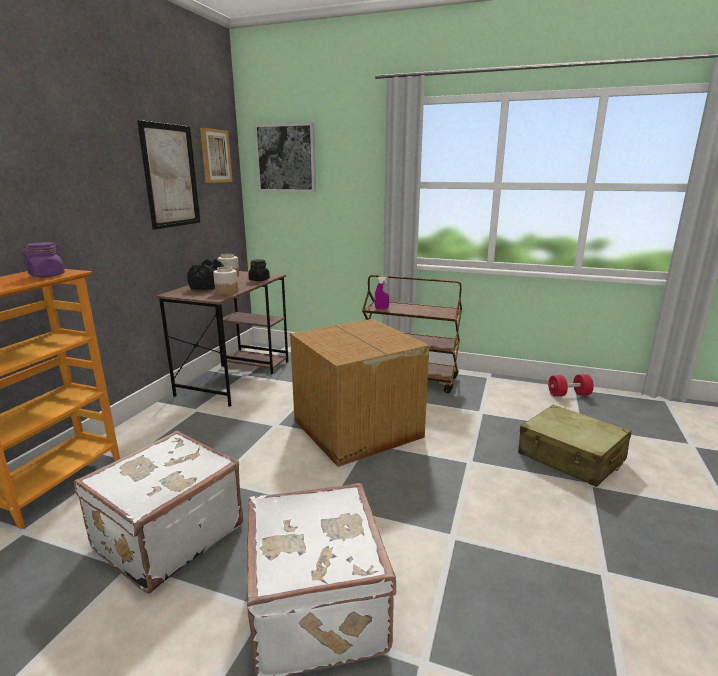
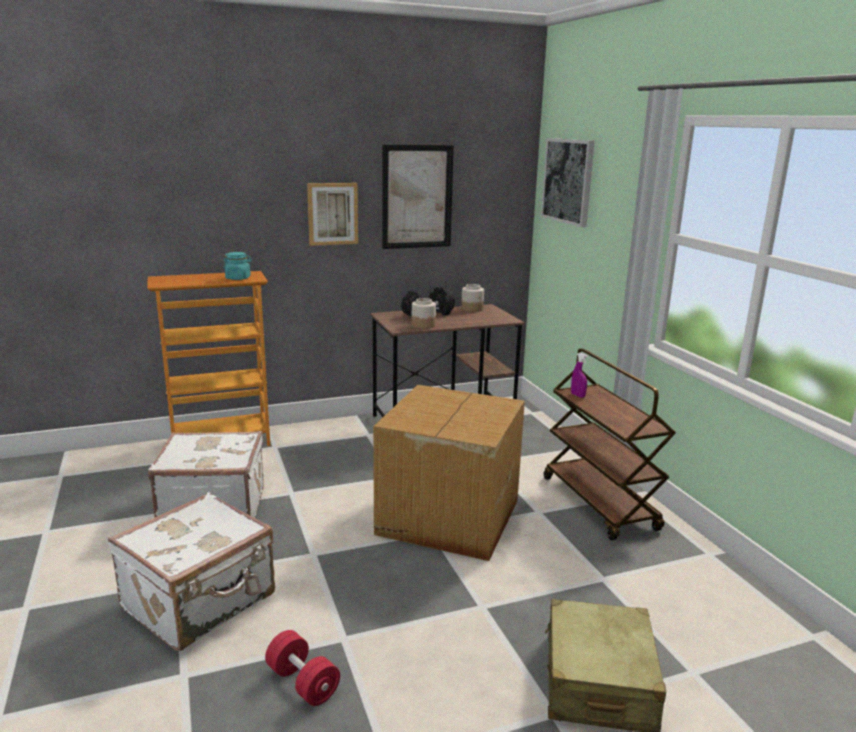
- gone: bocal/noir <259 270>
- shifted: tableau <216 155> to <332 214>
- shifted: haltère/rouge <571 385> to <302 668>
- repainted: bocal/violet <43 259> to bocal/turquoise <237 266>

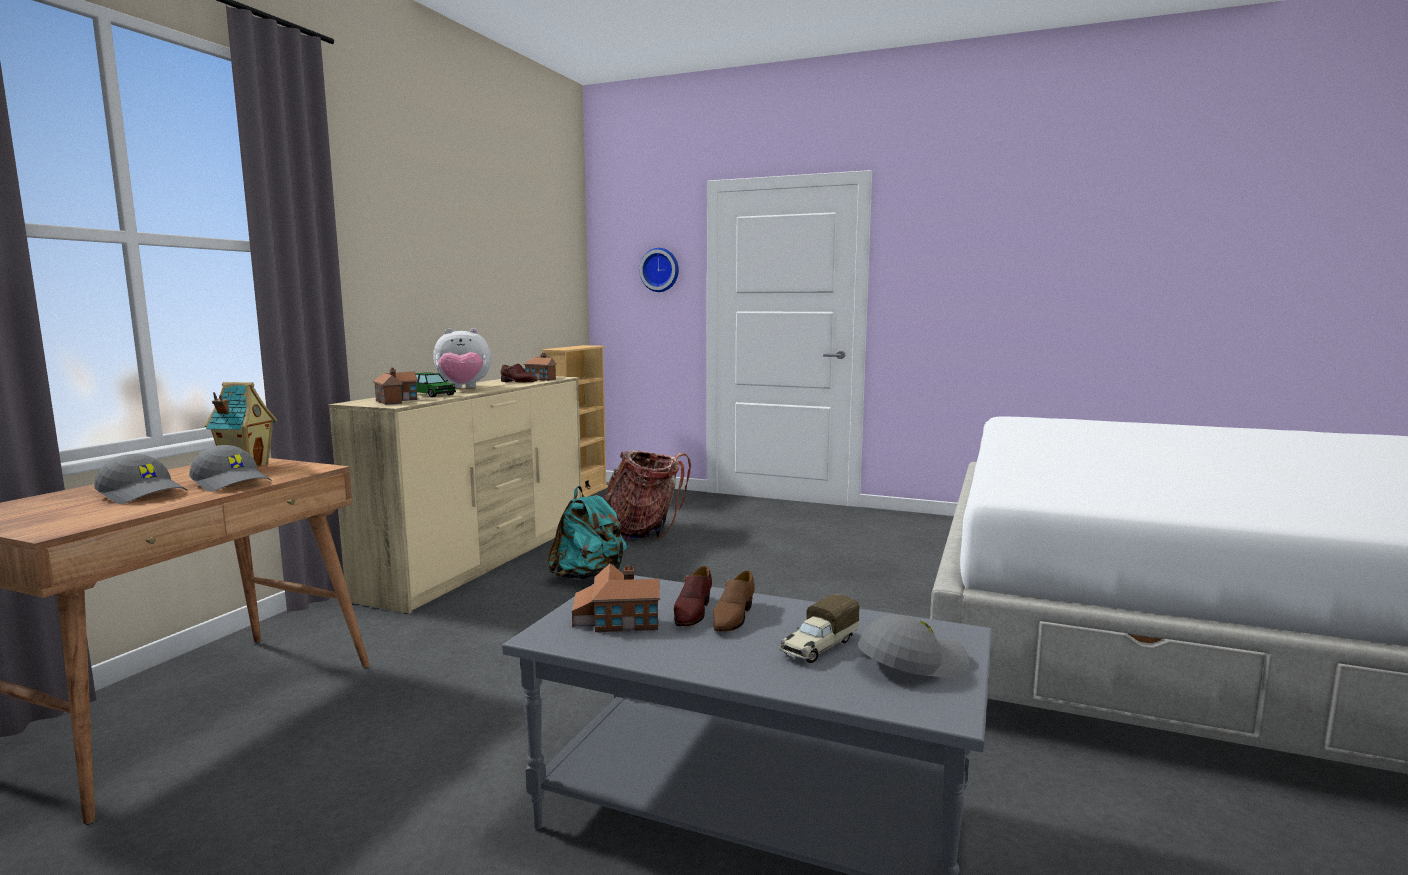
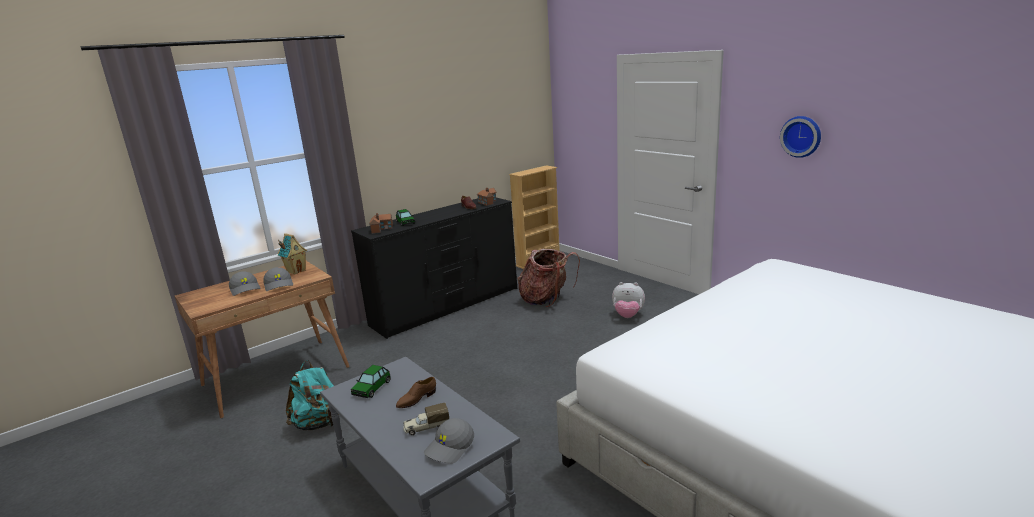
- gone: chaussure/marron <693 596>
- shifted: peluche <462 358> to <628 300>
- shifted: sac à dos/turquoise <587 533> to <312 395>
- shifted: horloge murale <659 270> to <800 137>
- swapped: maison miniature <616 597> to petite voiture <371 381>
- repainted: commode/beige <455 495> to commode/noir <434 268>
- rotated: casquette/gris <913 646> = <449 441> 120 degrees clockwise

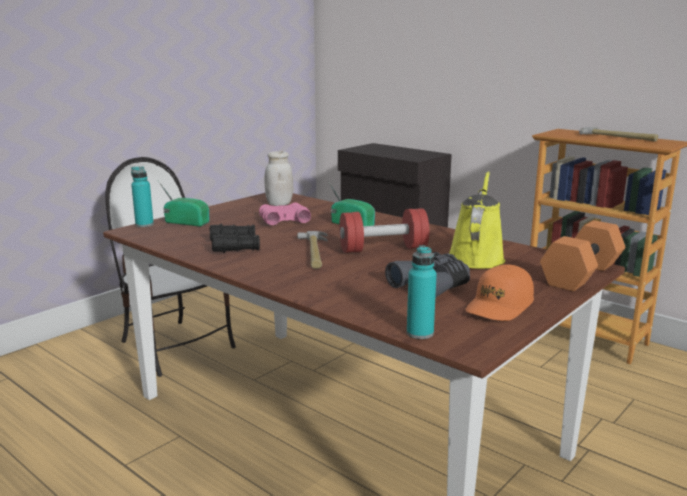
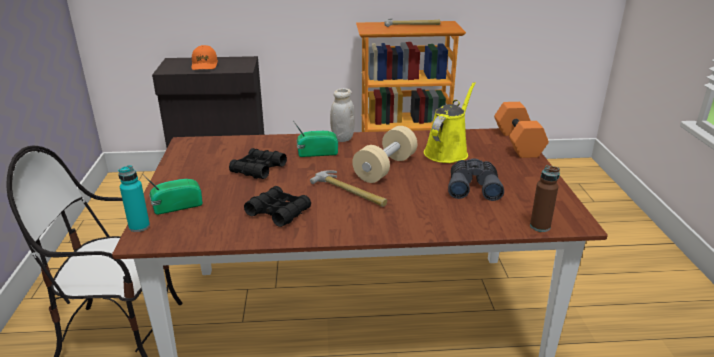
- shifted: bocal/blanc <278 178> to <342 115>
- shifted: casquette/orange <499 292> to <204 57>
- repainted: jumelles/rose <285 214> to jumelles/noir <258 163>
- repainted: haltère/rouge <384 230> to haltère/beige <384 154>
- repainted: bouteille/turquoise <422 292> to bouteille/marron <545 198>
- rotated: arrosoir/jaune <477 220> = <450 122> 60 degrees clockwise

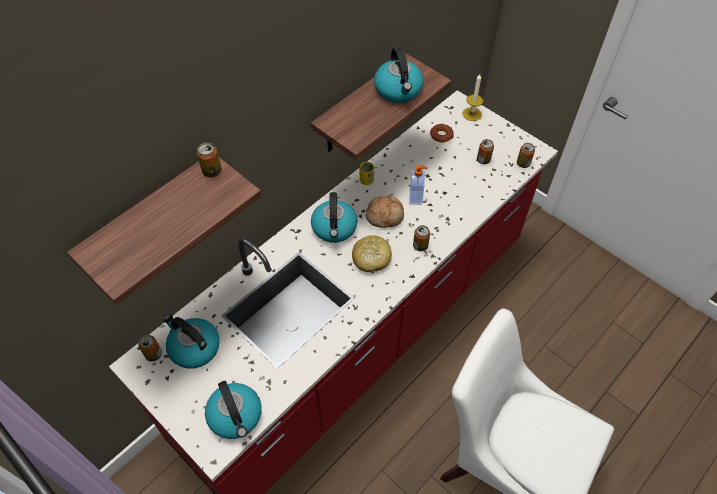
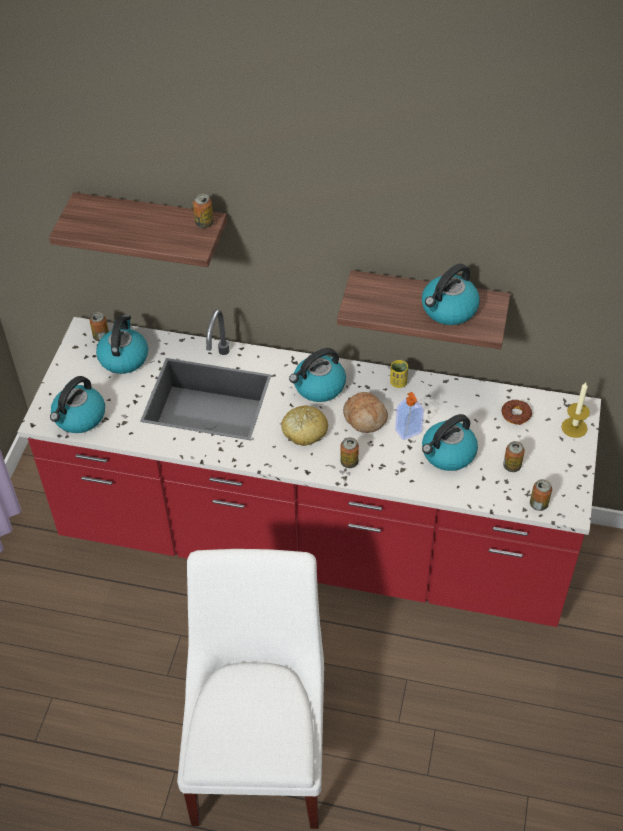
- new: bouilloire <450 442>

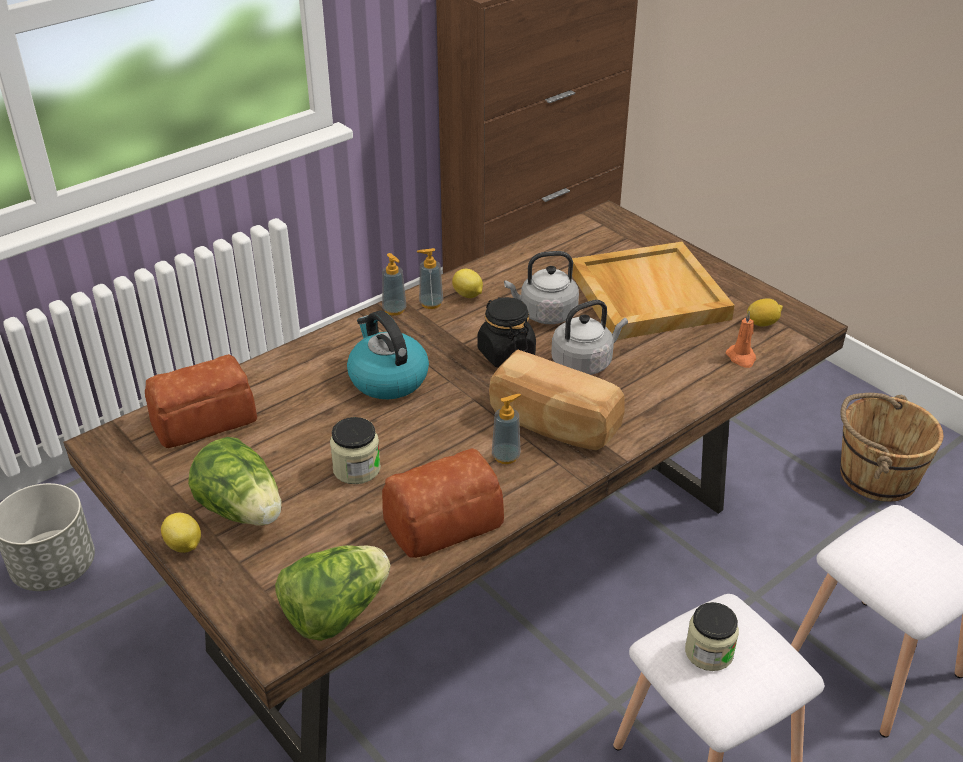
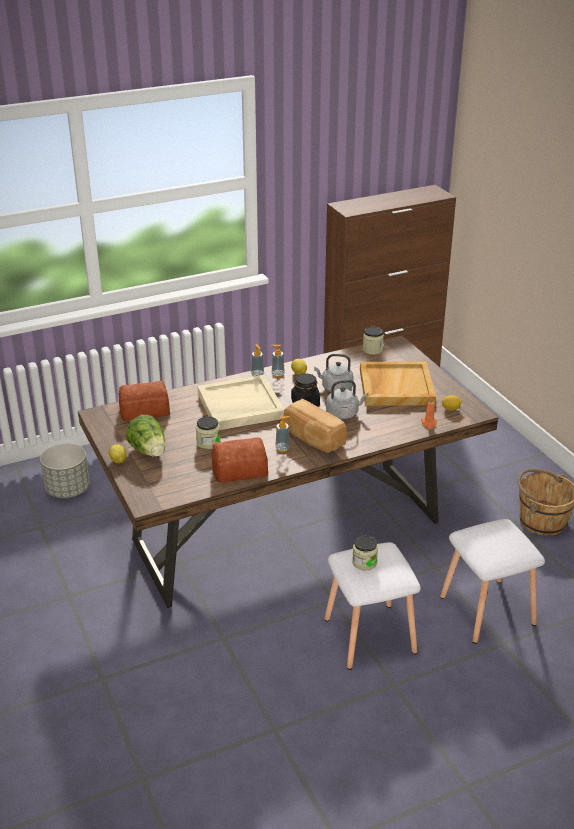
- gone: laitue <332 593>
- new: bocal <373 341>
- swapped: bouilloire <388 354> to plateau/beige <241 402>

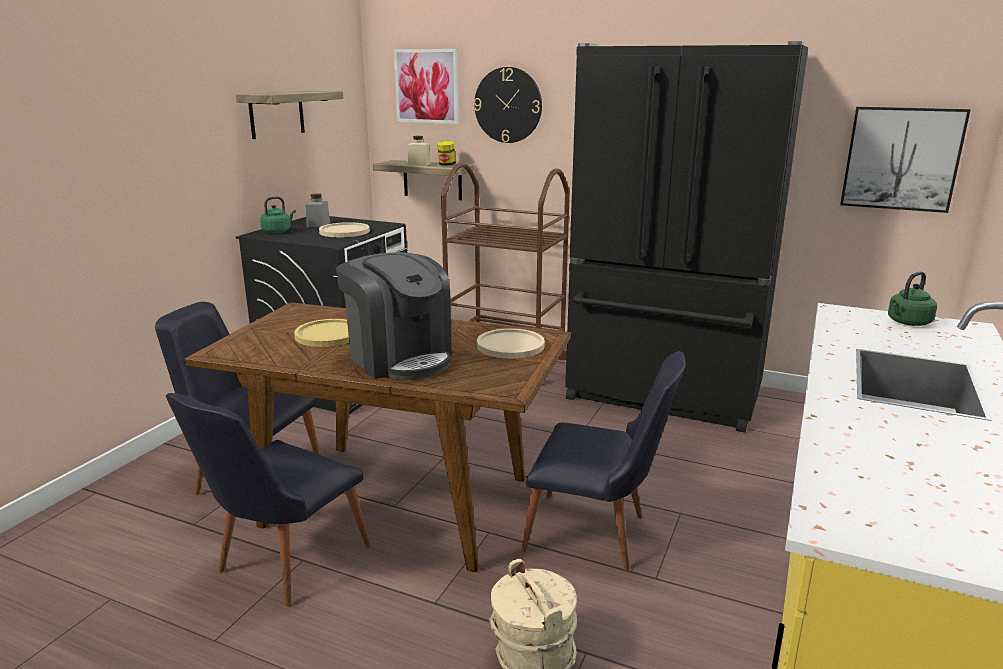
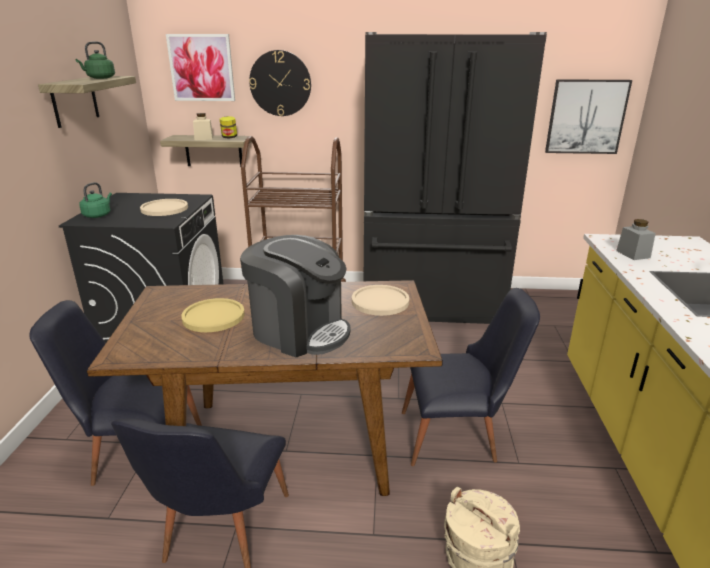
- shifted: bocal/gris <317 210> to <636 239>
- shifted: bouilloire/vert <912 298> to <95 60>

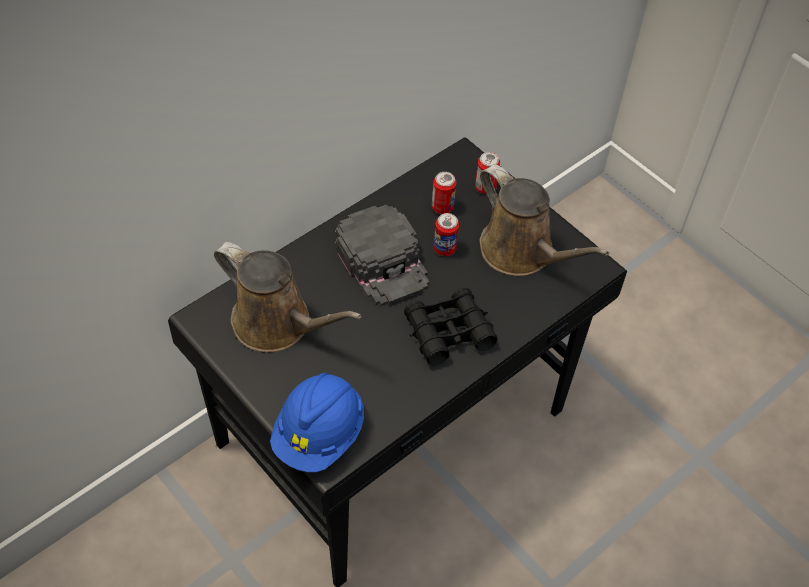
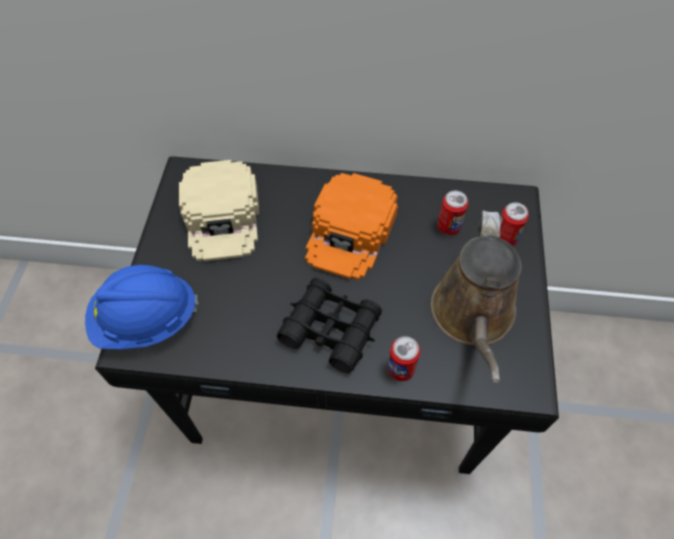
- shifted: boîte métallique <446 234> to <403 358>
- swapped: arrosoir/marron <288 297> to casquette/beige <219 210>
- repainted: casquette/noir <382 255> to casquette/orange <351 226>

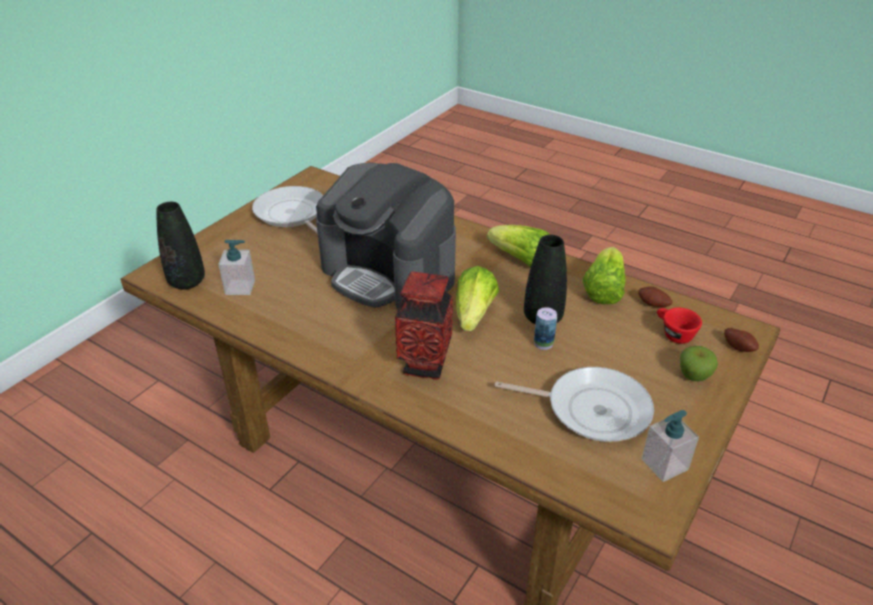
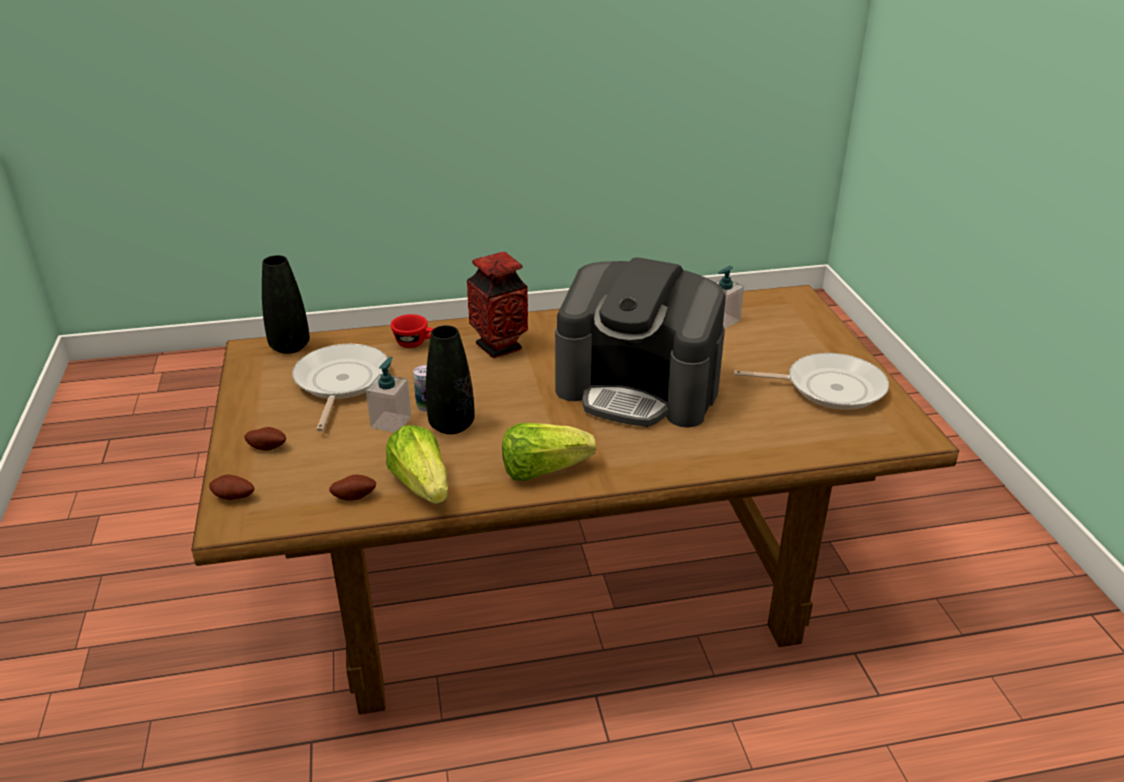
- gone: laitue <477 298>
- shifted: vase/noir <180 245> to <286 304>
- shifted: distributeur de savon <670 446> to <389 394>
- shifted: tasse/rouge <679 326> to <412 331>
- swapped: pomme <699 363> to pomme de terre <265 438>
- rotated: machine à café <386 236> = <640 342> 150 degrees counterclockwise
- rotated: poêle <574 404> = <340 387> 120 degrees clockwise

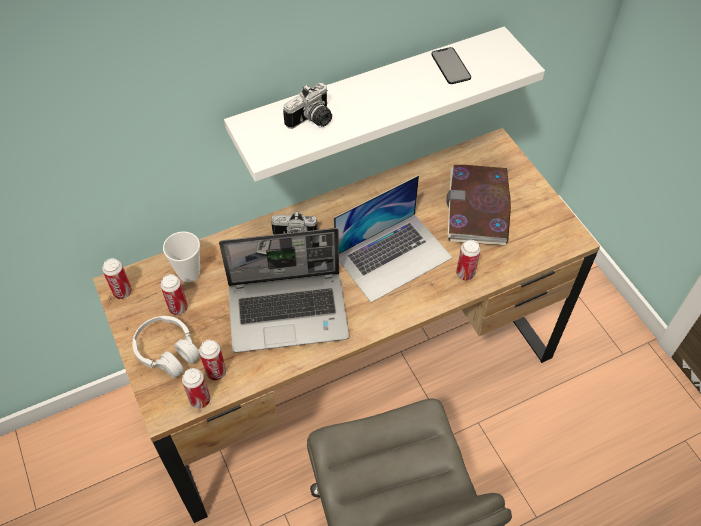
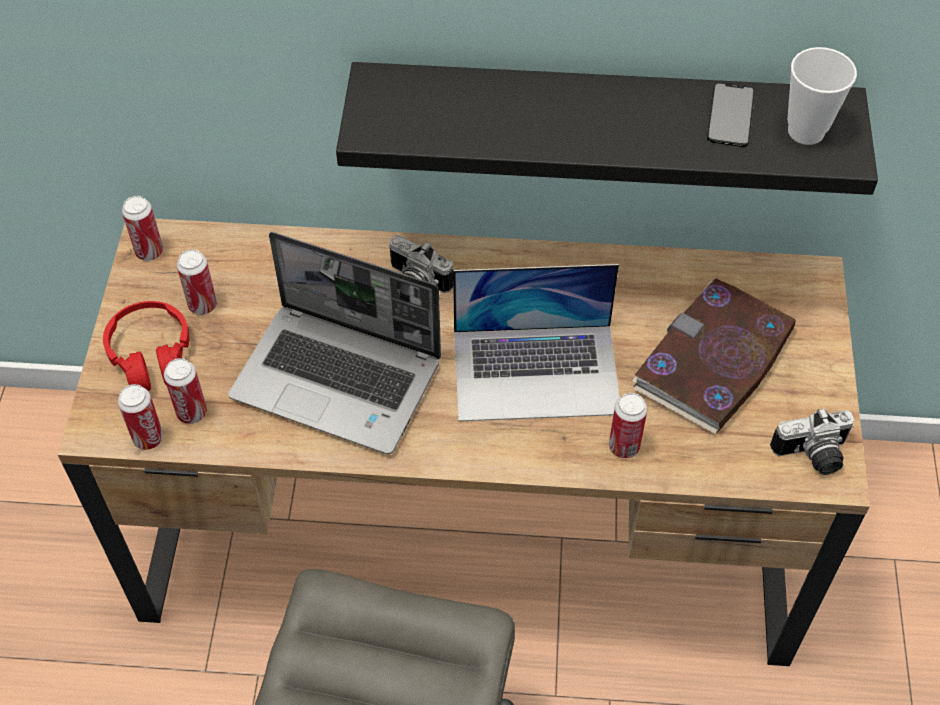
- shifted: tasse <181 256> to <822 96>
- shifted: appareil photo <307 106> to <812 441>
- repainted: casque audio/blanc <166 347> to casque audio/rouge <146 346>
- repainted: étagère/blanc <384 104> to étagère/noir <607 128>

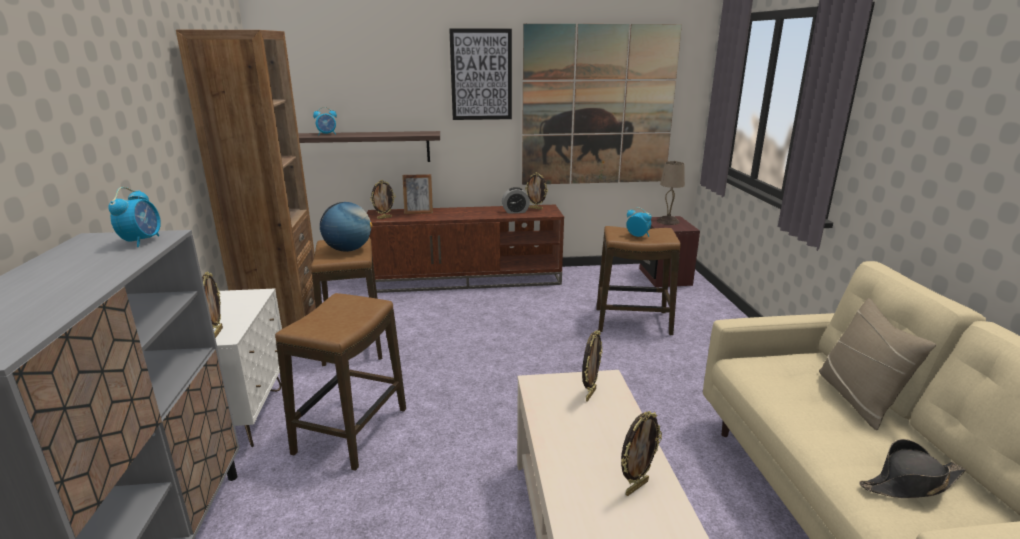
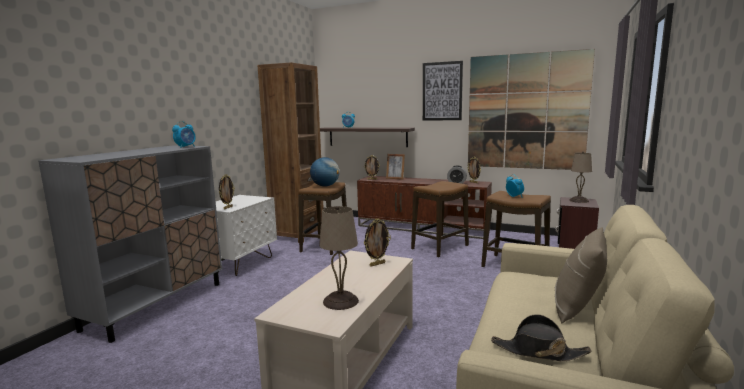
- shifted: tabouret <340 382> to <440 219>
- swapped: cadre photo <641 453> to lampe de table/beige <339 258>

